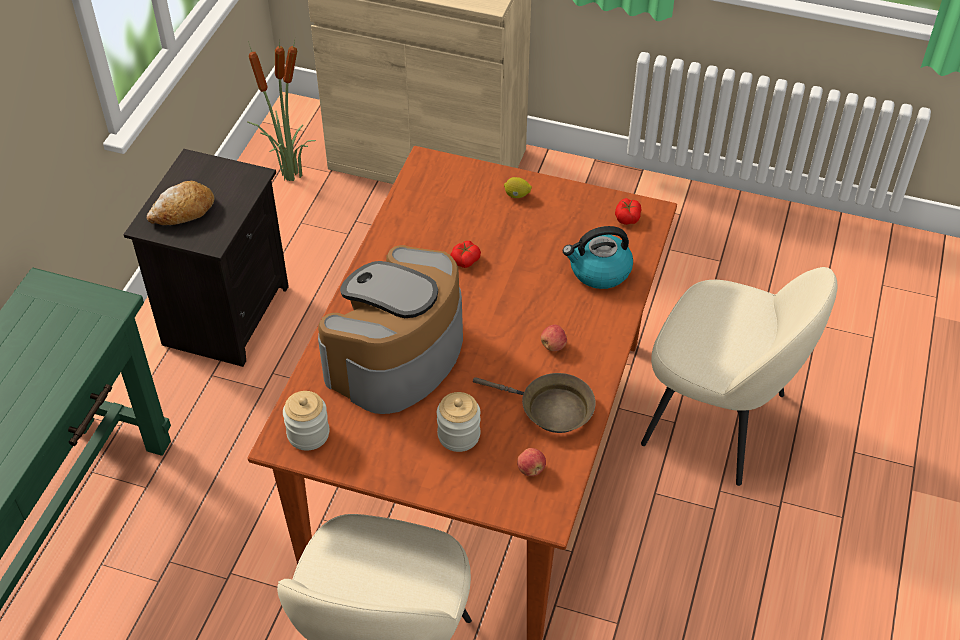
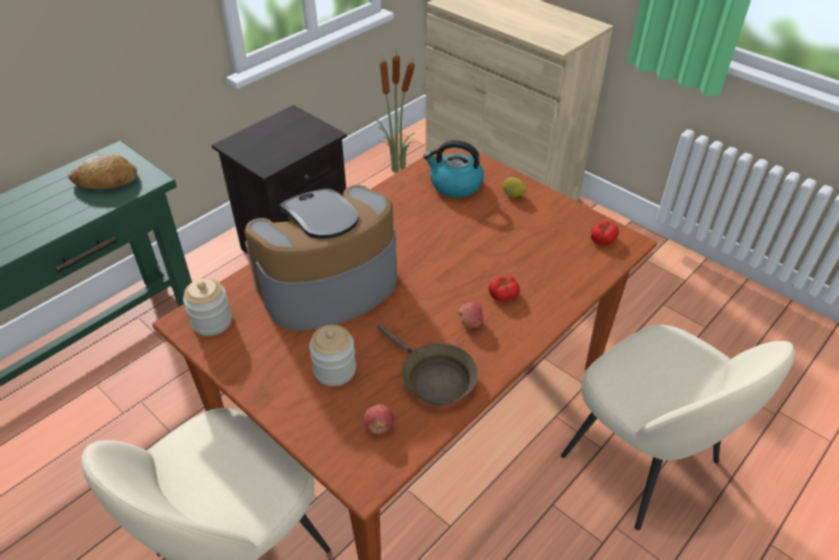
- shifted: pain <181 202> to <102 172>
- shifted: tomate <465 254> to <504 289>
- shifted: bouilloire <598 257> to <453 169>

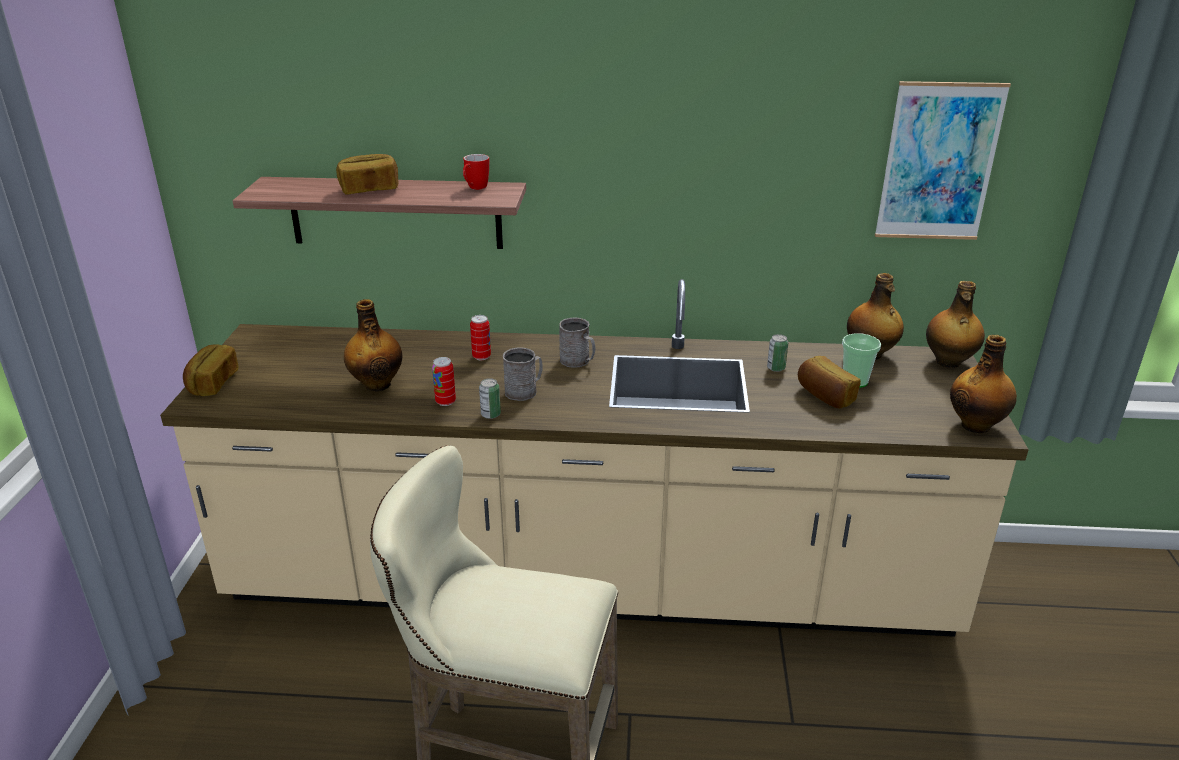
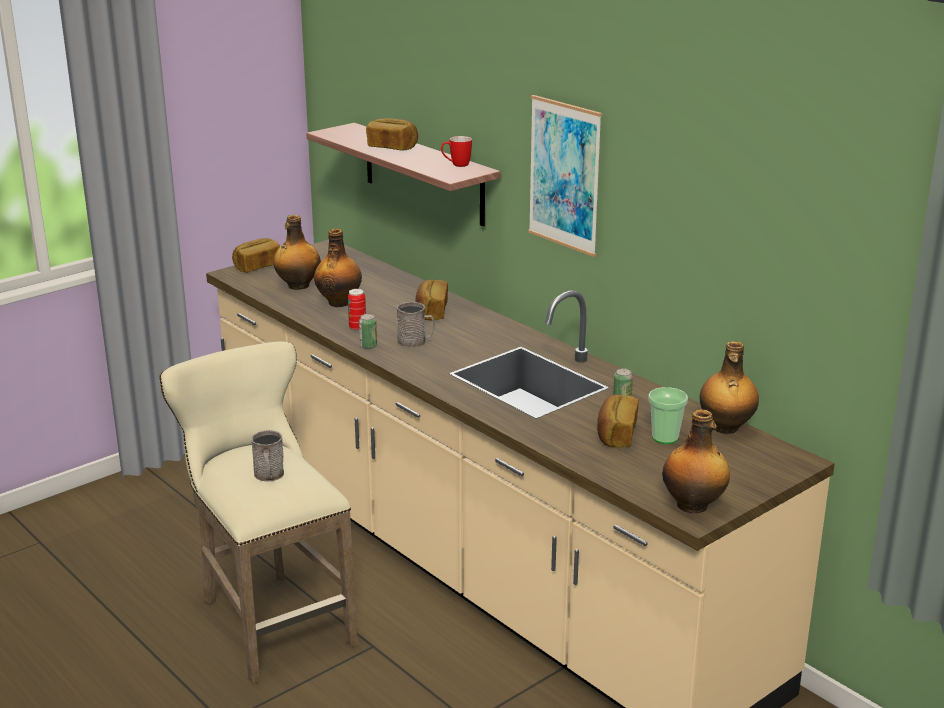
- shifted: mug/gris <577 342> to <267 455>
- shifted: tableau <943 160> to <565 176>
- shifted: bouteille <955 324> to <297 252>
- swapped: boîte métallique <480 337> to pain <431 300>

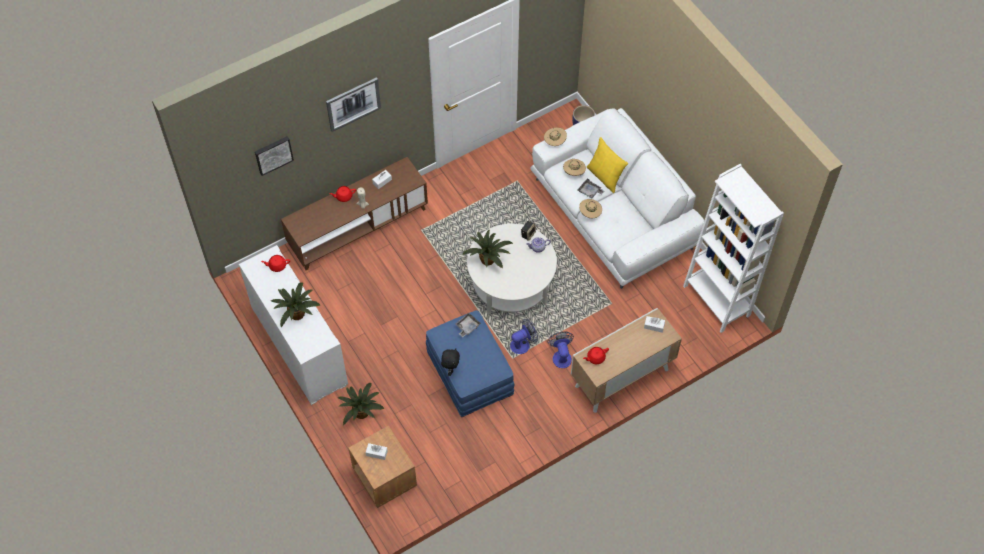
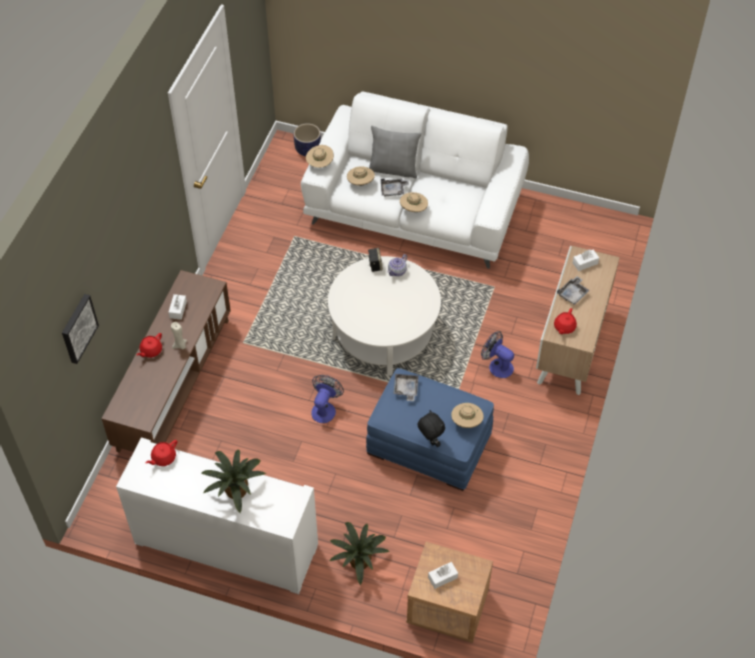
- gone: tableau <353 104>
- gone: plante en pot <488 249>
- gone: bibliothèque/blanc <733 248>
- new: chapeau/beige <467 415>
- new: plateau/gris <573 290>
- shifted: ventilateur <524 336> to <327 399>
- repainted: coussin/jaune <607 165> to coussin/gris <395 152>

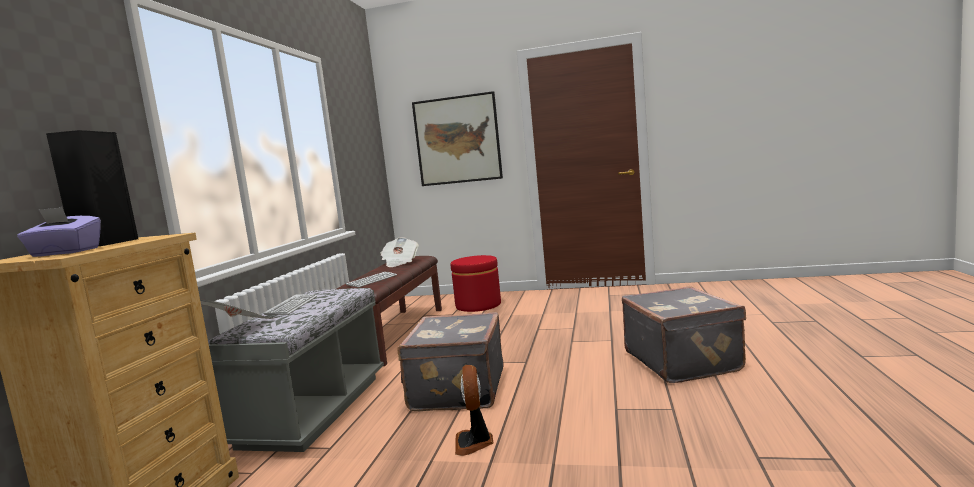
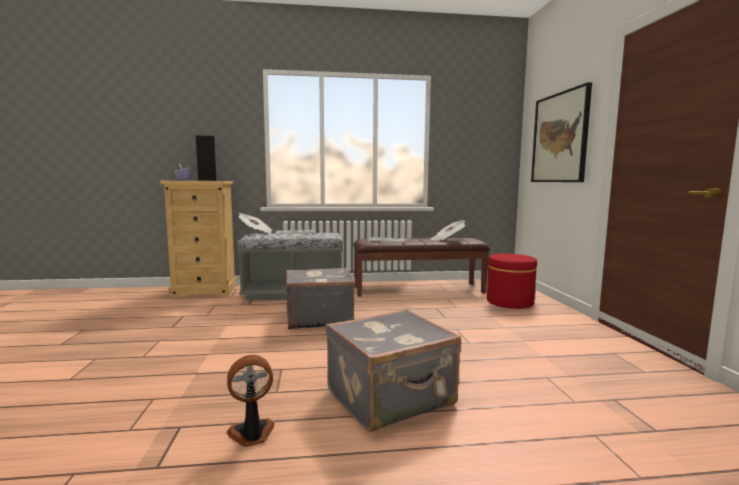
- shifted: ventilateur <474 410> to <250 401>

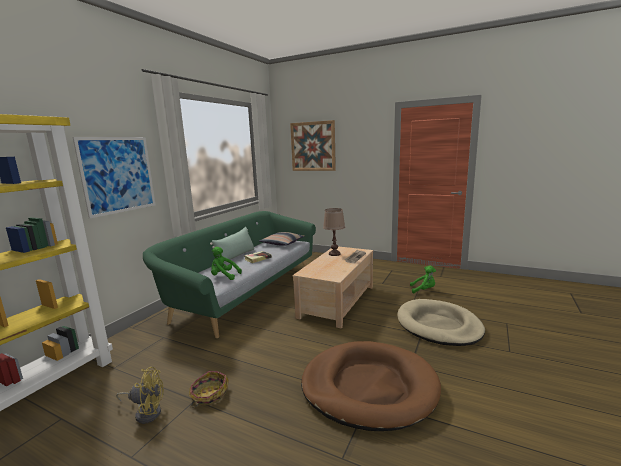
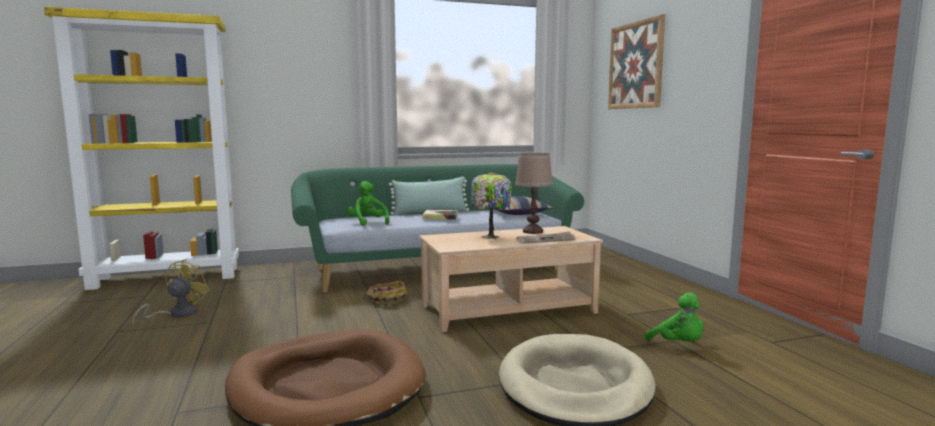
- gone: tableau <114 178>
- new: lampe de table <491 205>
- shifted: panier <209 389> to <384 292>
- rotated: ventilateur/jaune <140 395> = <170 292> 120 degrees counterclockwise

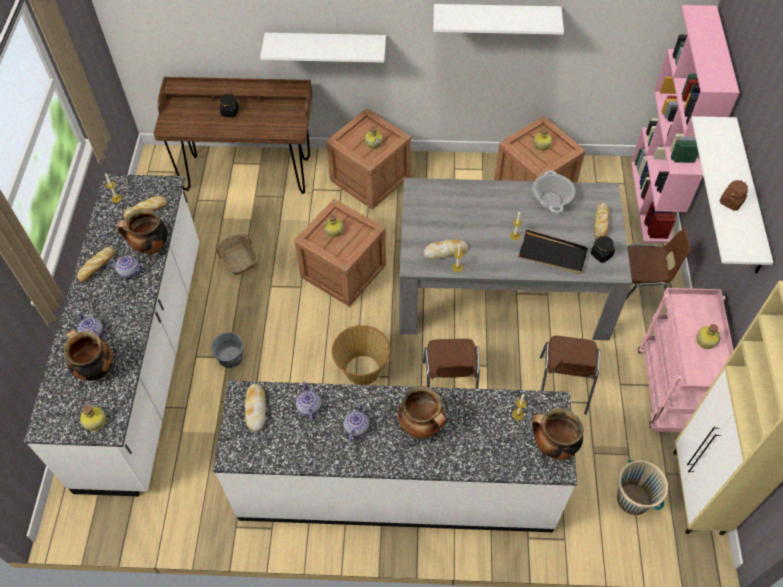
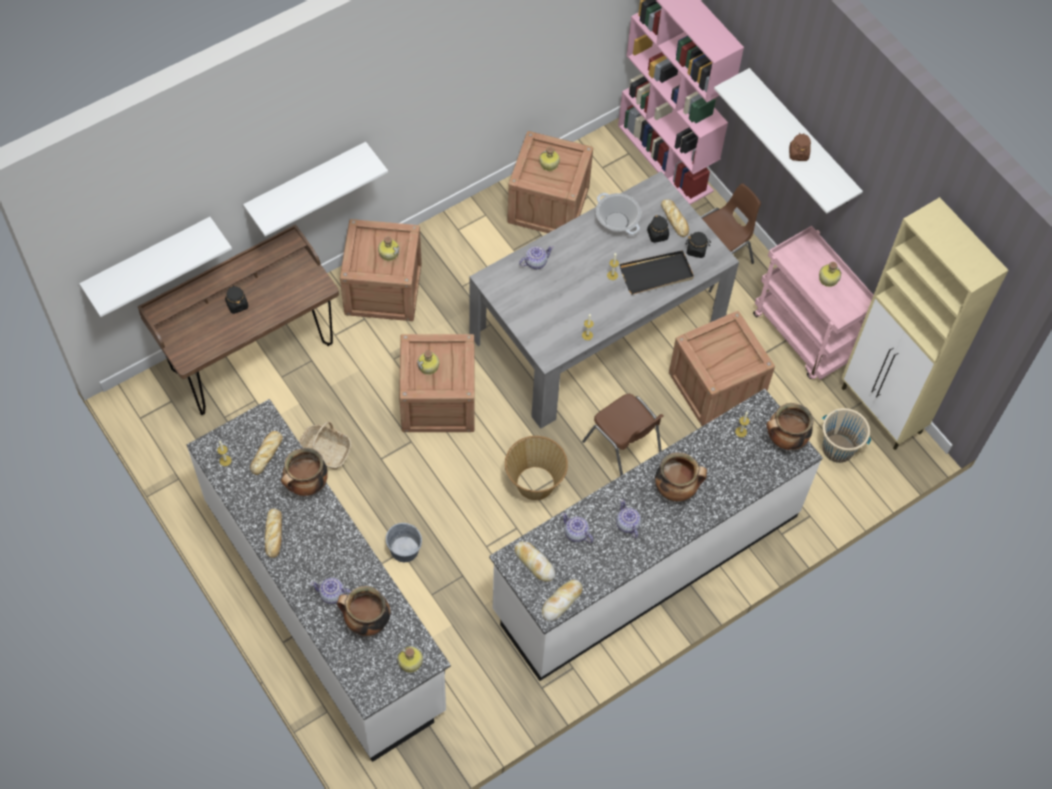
- new: bocal/noir <658 229>
- shifted: théière <126 266> to <536 257>
- shifted: pain <446 249> to <562 600>
- shifted: étagère/blanc <498 19> to <155 267>
- swapped: chaise/marron <570 375> to caisse <722 368>

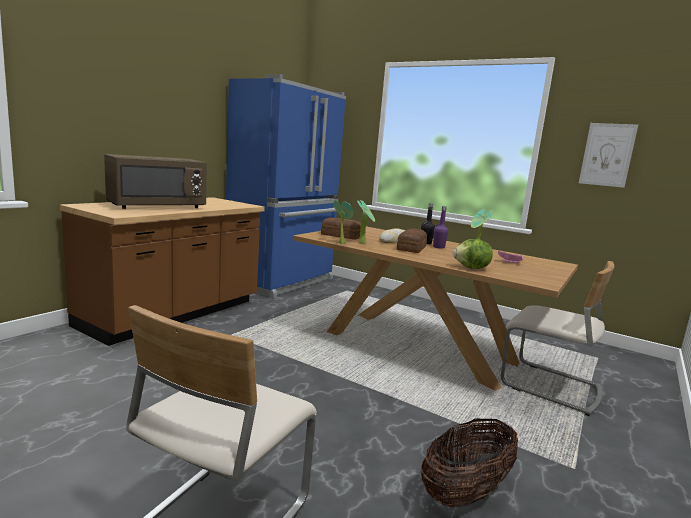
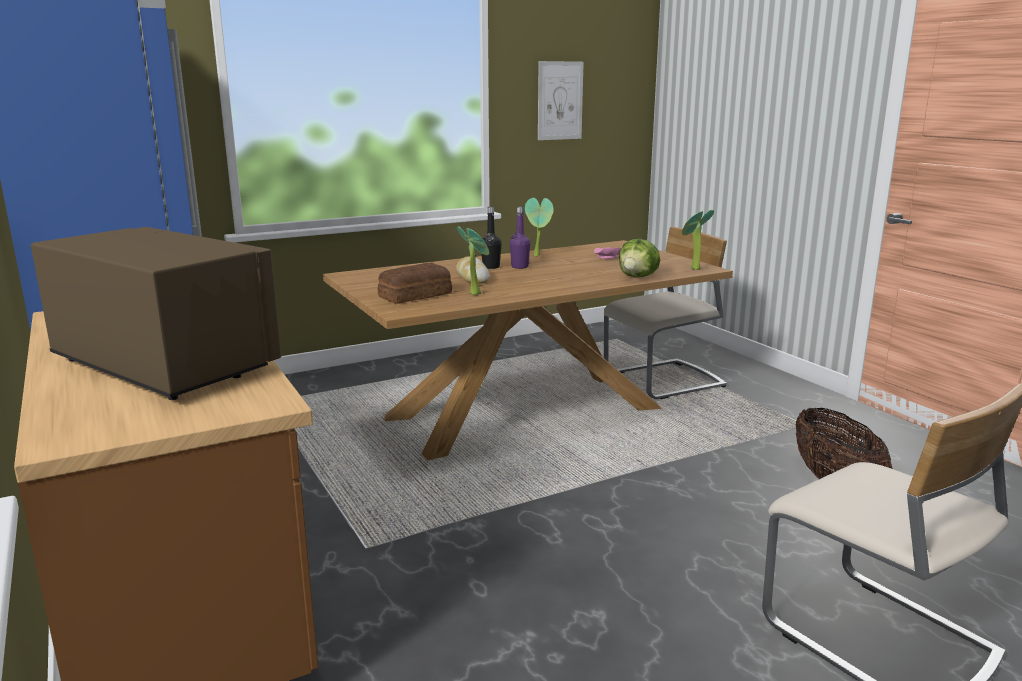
- gone: pain <412 241>
- shifted: plante en pot <343 222> to <698 240>
- rotated: micro-ondes/marron <155 181> = <156 313> 45 degrees counterclockwise

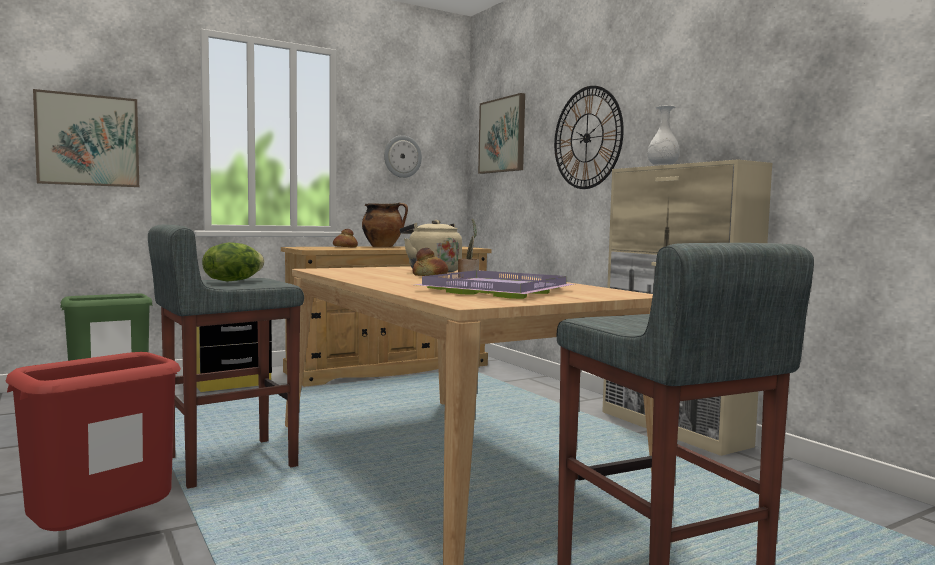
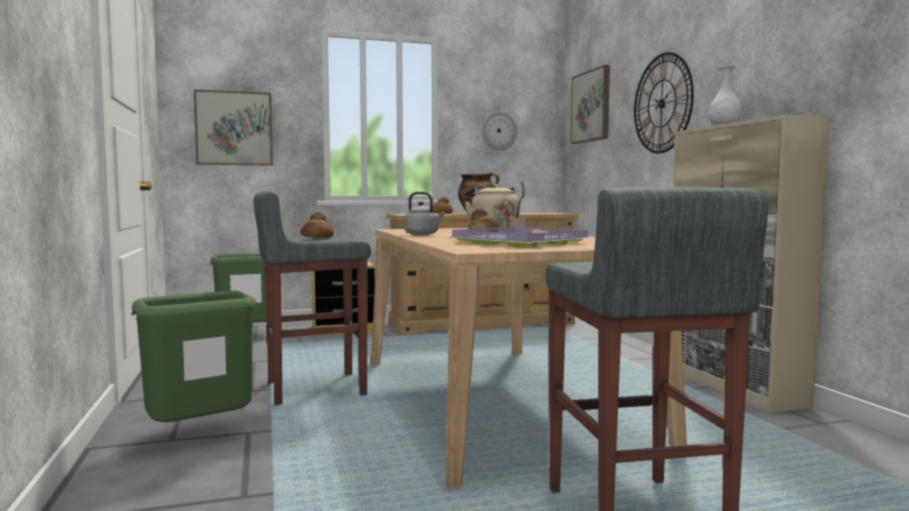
- new: bouilloire/gris <424 213>
- swapped: laitue <233 262> to pain <317 224>
- repainted: poubelle/rouge <93 441> to poubelle/vert <194 356>

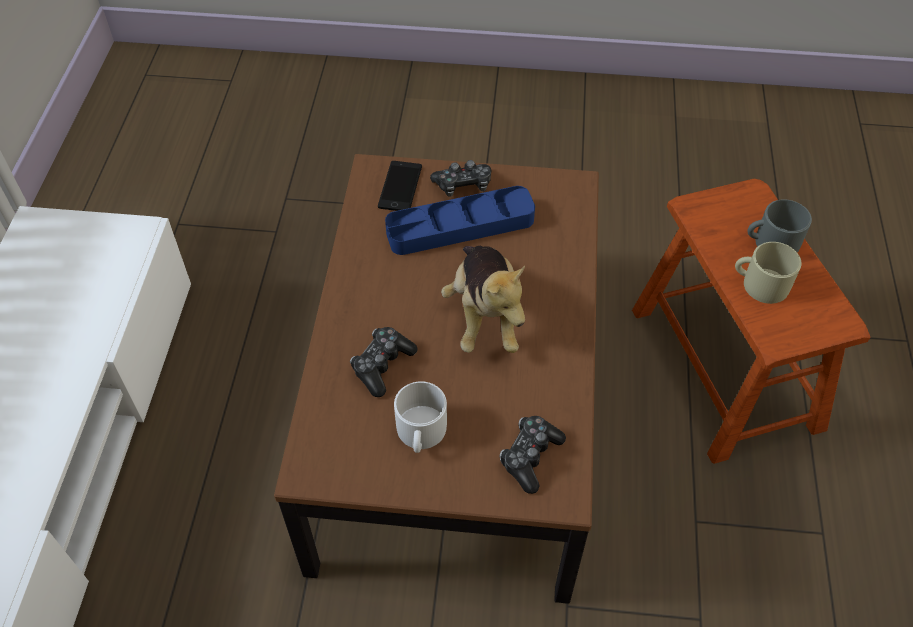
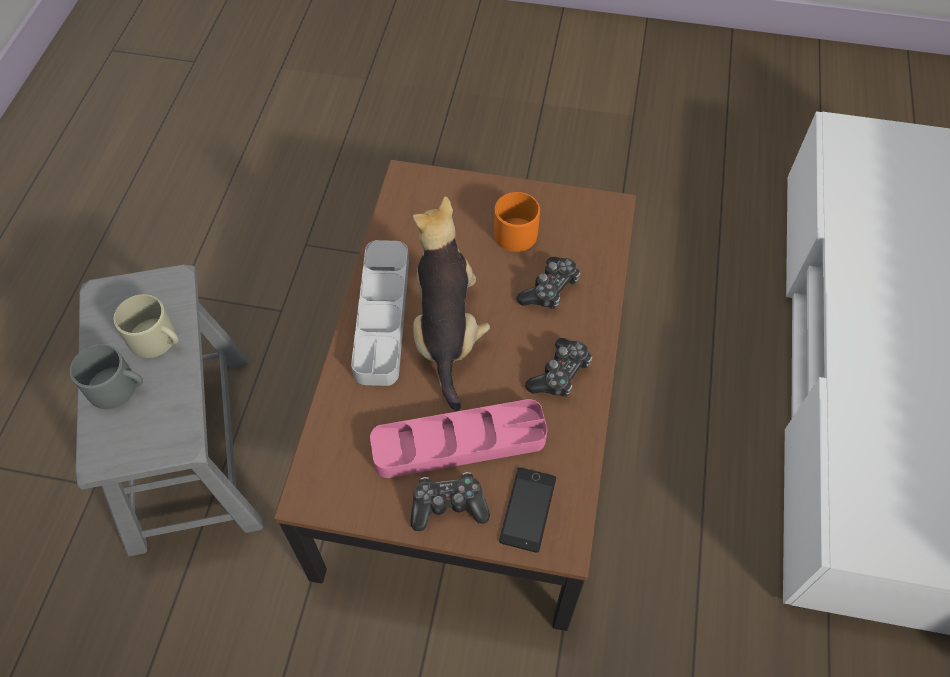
- new: plateau/gris <380 313>
- shifted: manette <533 455> to <558 367>
- repainted: plateau/bleu <460 220> to plateau/rose <458 438>
- repainted: mug/blanc <420 417> to mug/orange <517 222>
- repainted: tabouret/marron <751 321> to tabouret/gris <169 410>

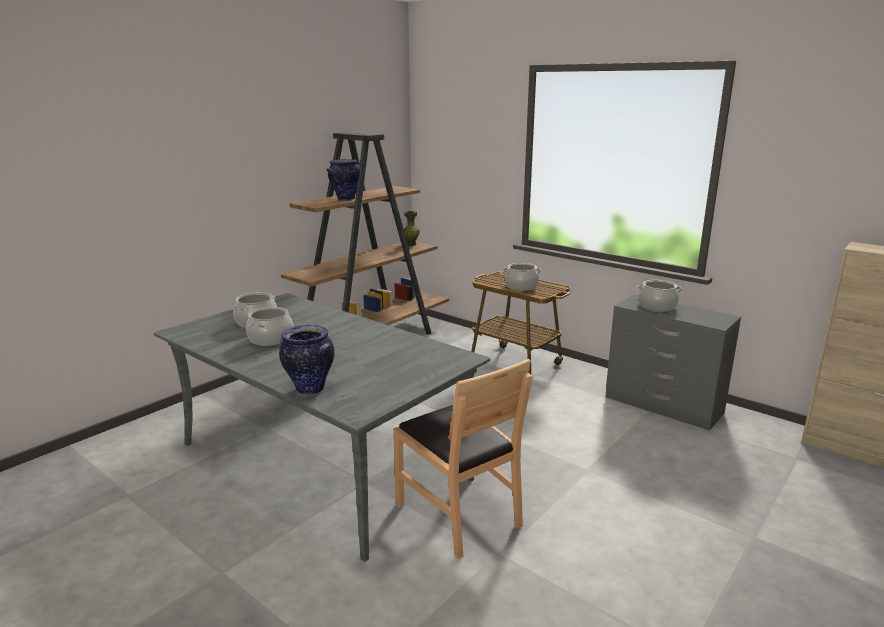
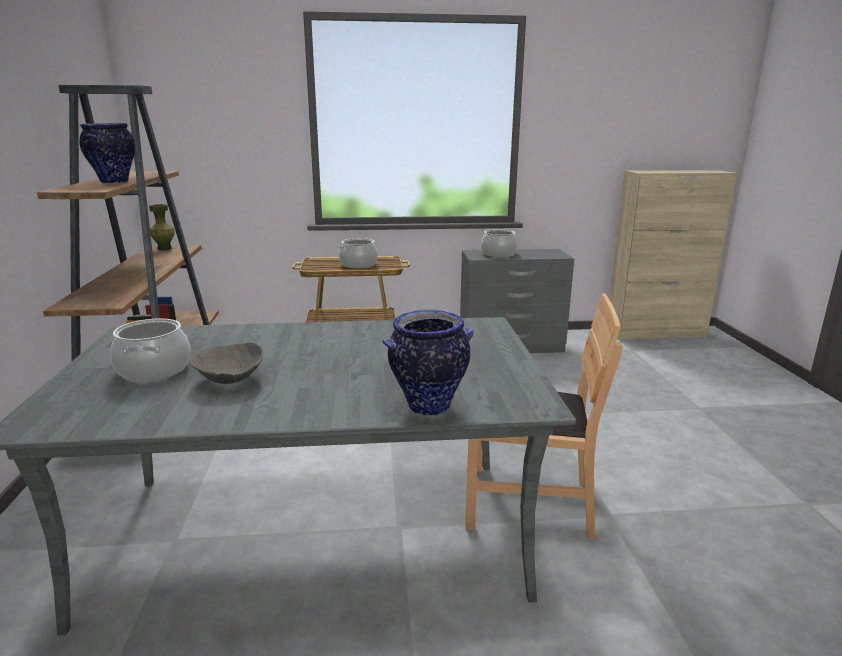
- swapped: marmite <269 326> to bol/gris <226 363>

